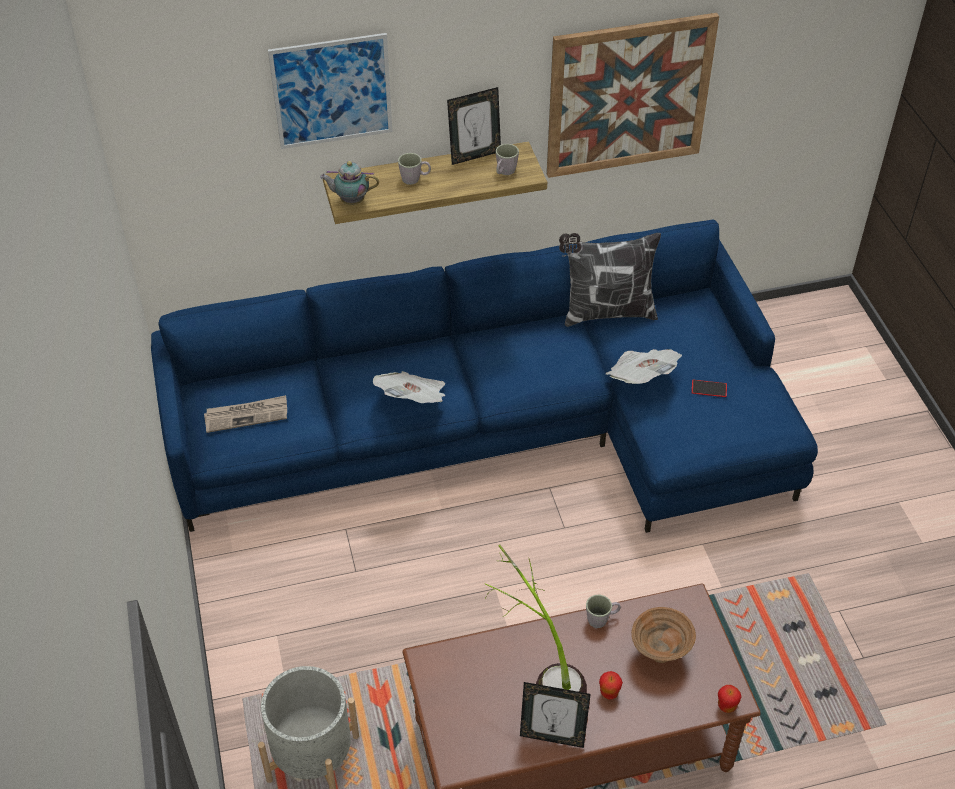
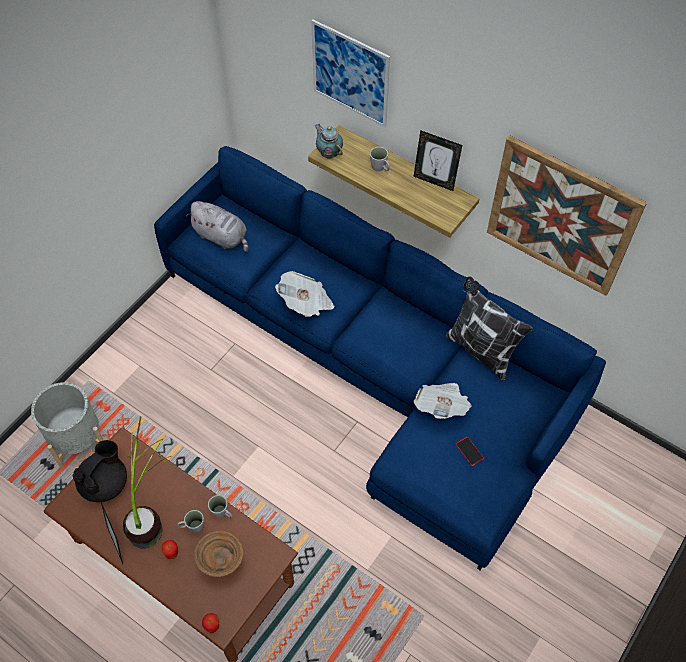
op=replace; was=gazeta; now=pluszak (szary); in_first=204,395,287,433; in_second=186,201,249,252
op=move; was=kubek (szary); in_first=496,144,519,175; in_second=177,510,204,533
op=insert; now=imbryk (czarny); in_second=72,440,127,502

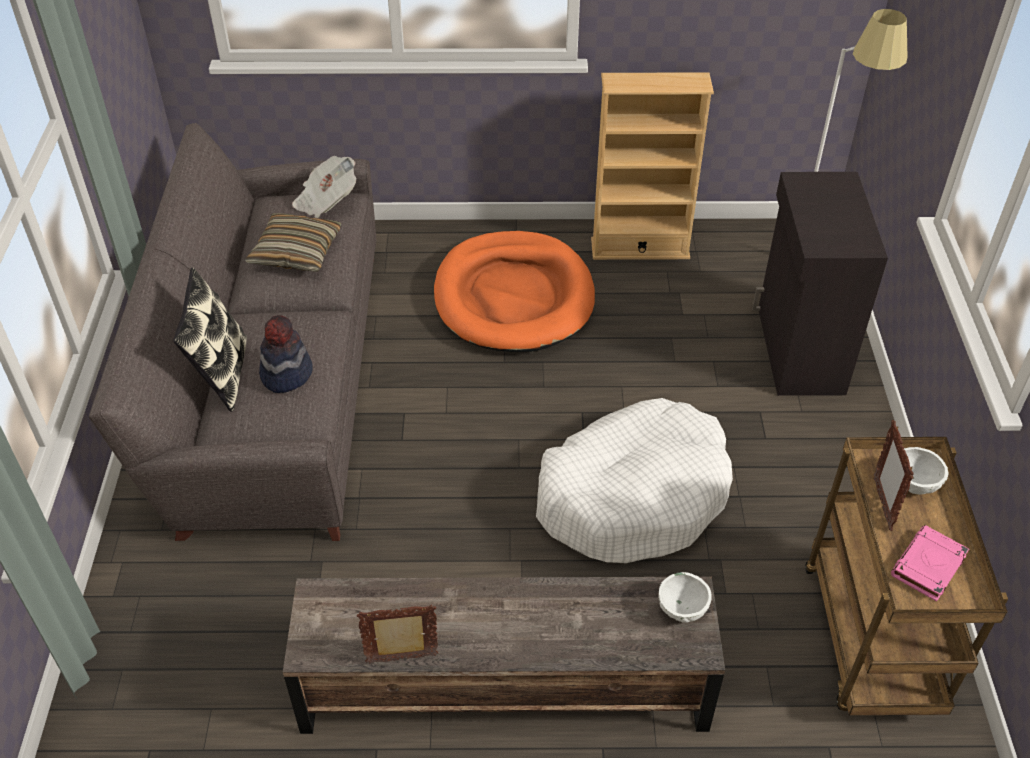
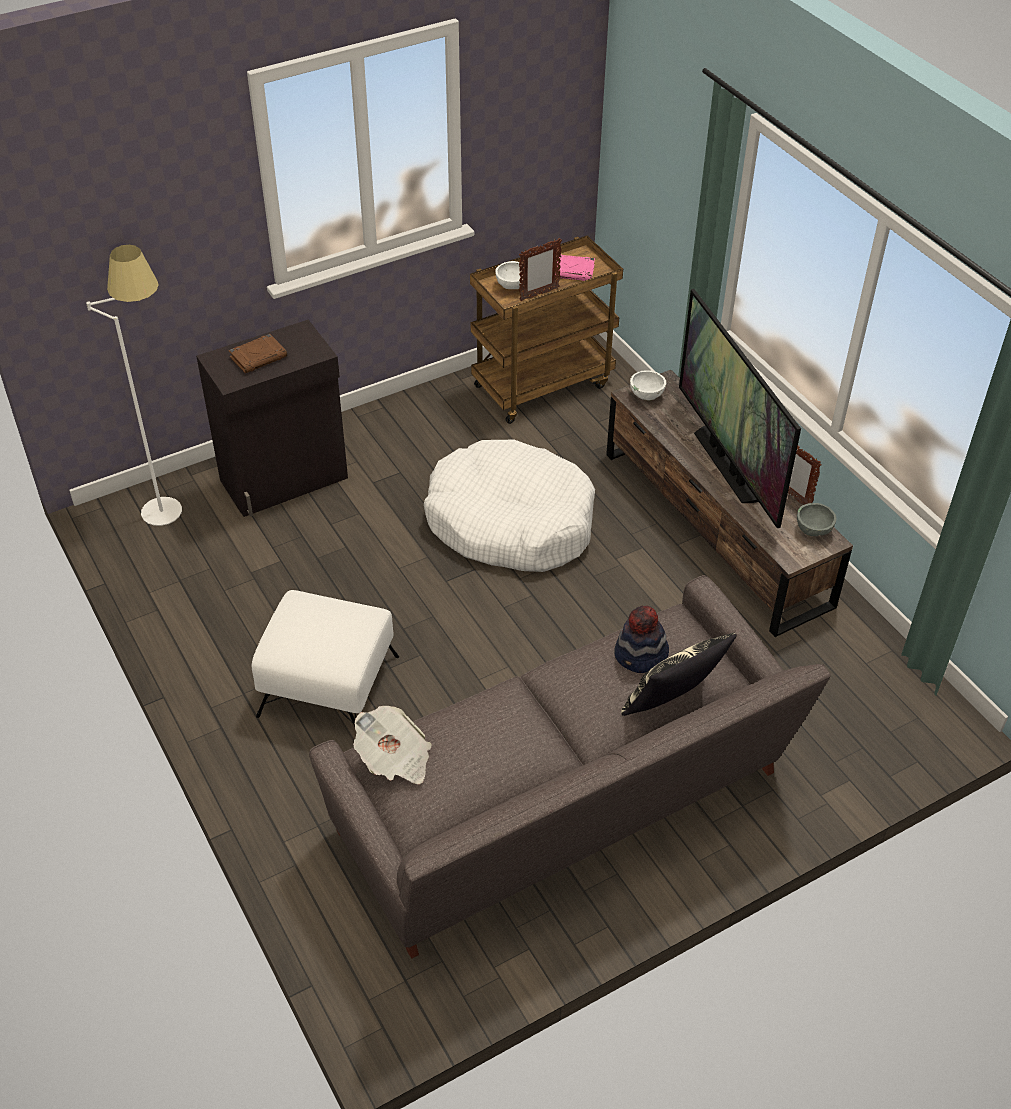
op=delete; was=poduszka; in_first=245,213,341,272
op=replace; was=legowisko (pomarańczowy); now=pufa (biały); in_first=434,231,595,352; in_second=252,590,399,726
op=delete; was=regał (beżowy); in_first=591,72,714,260
op=insert; now=książka (brązowy); in_second=229,334,287,374
op=insert; now=telewizor; in_second=679,289,801,528
op=insert; now=miska (szary); in_second=797,503,836,536

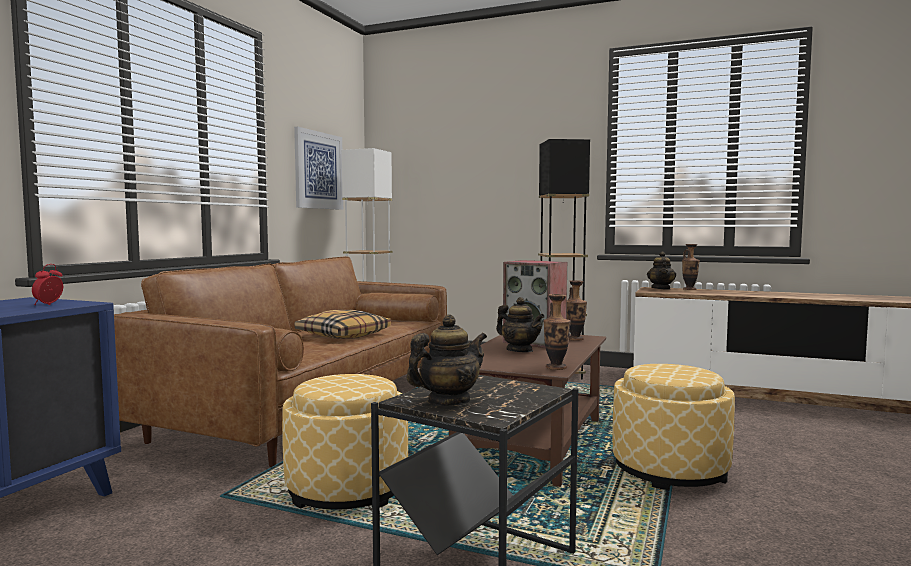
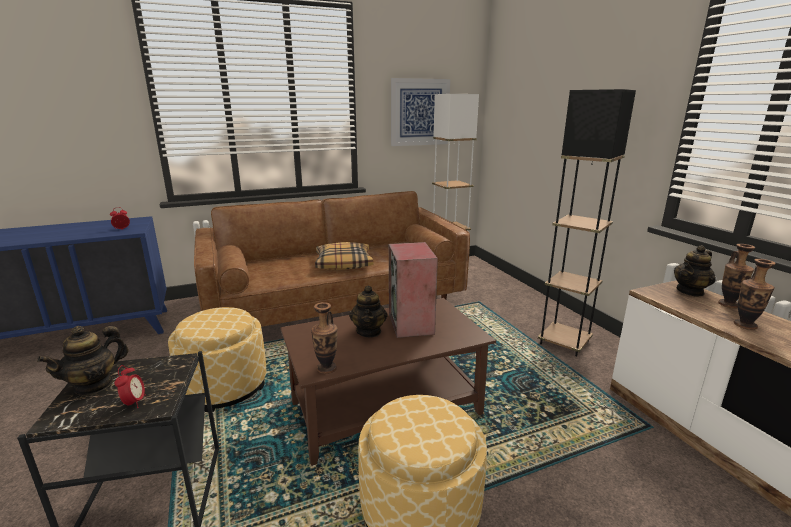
op=rotate; was=imbryk; in_first=407,314,487,405; in_second=37,326,129,396; clockwise=120
op=move; was=wazon; in_first=566,280,587,341; in_second=734,259,776,330
op=insert; now=budzik; in_second=115,365,145,408

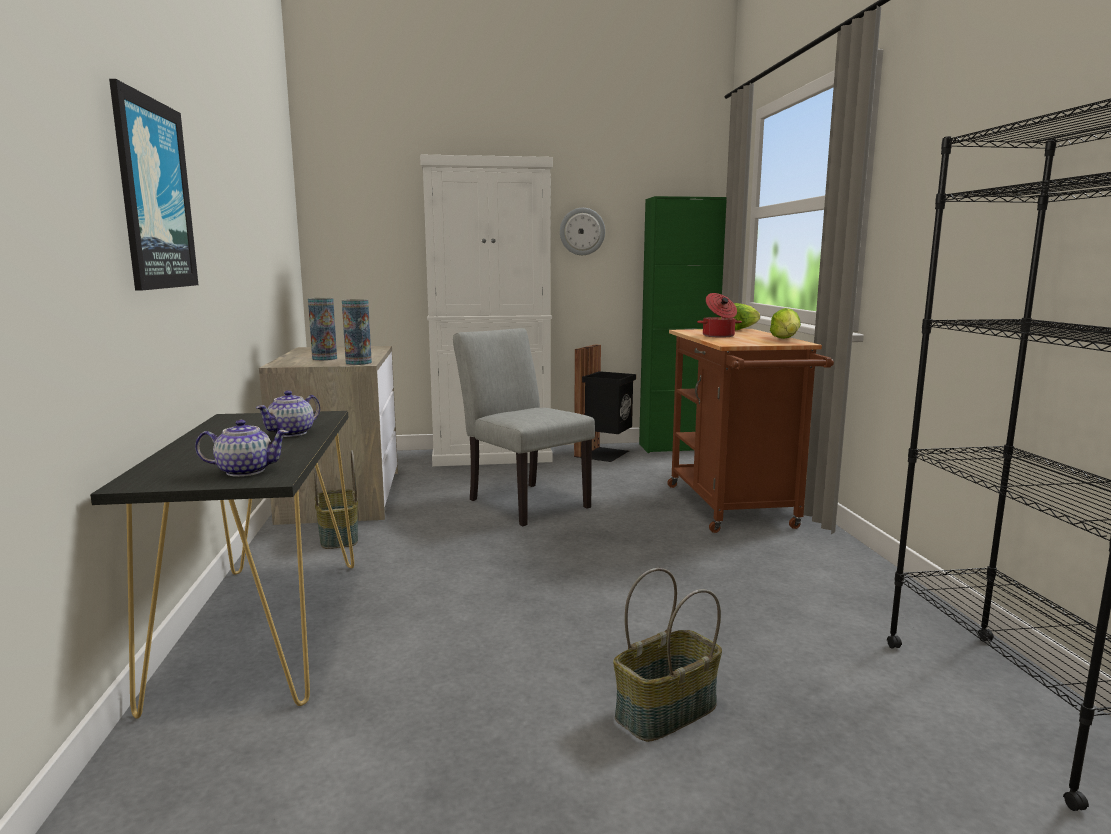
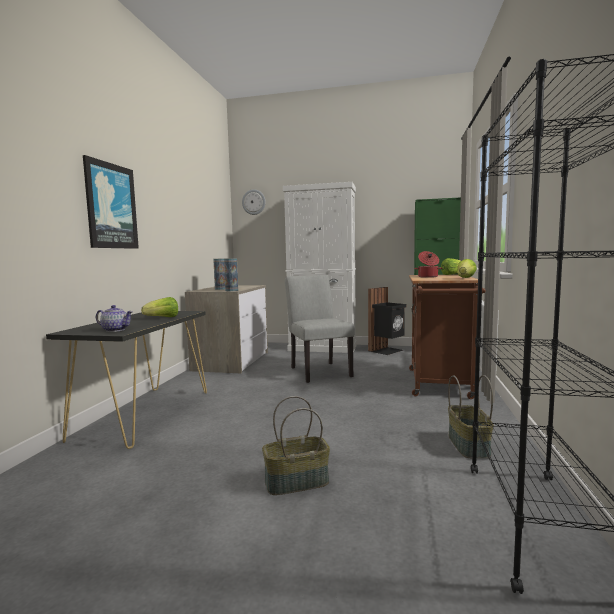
op=replace; was=imbryk; now=sałata; in_first=256,390,320,437; in_second=141,297,178,317
op=move; was=koszyk; in_first=313,450,358,549; in_second=448,375,494,458
op=move; was=zegar ścienny; in_first=560,208,605,255; in_second=242,189,266,215

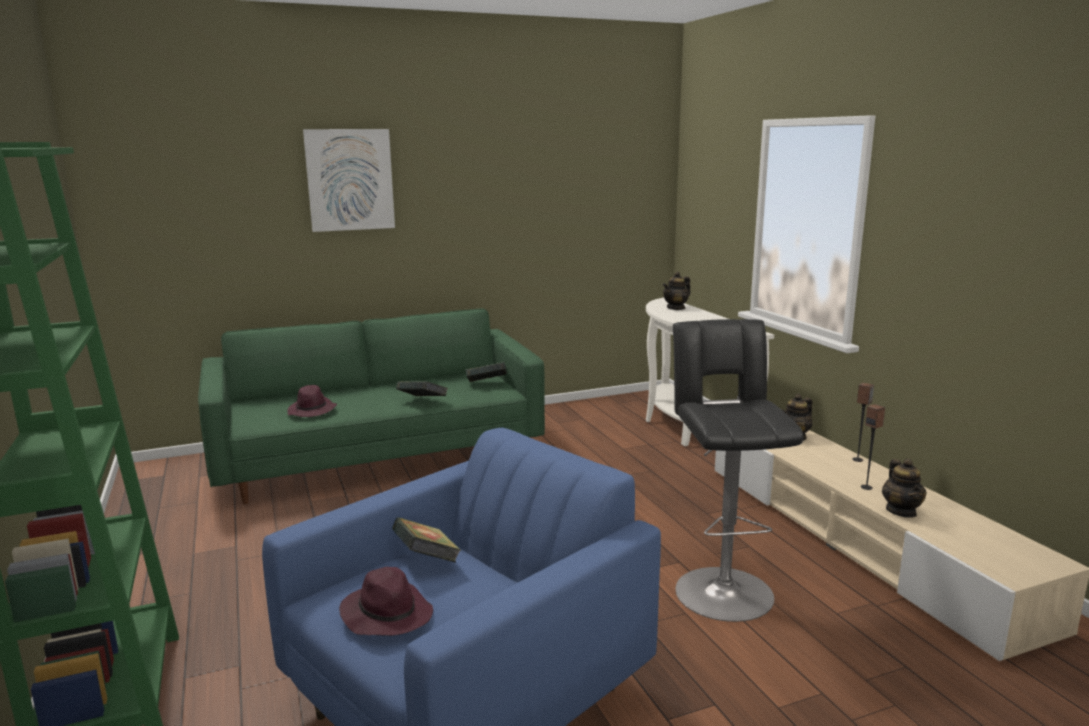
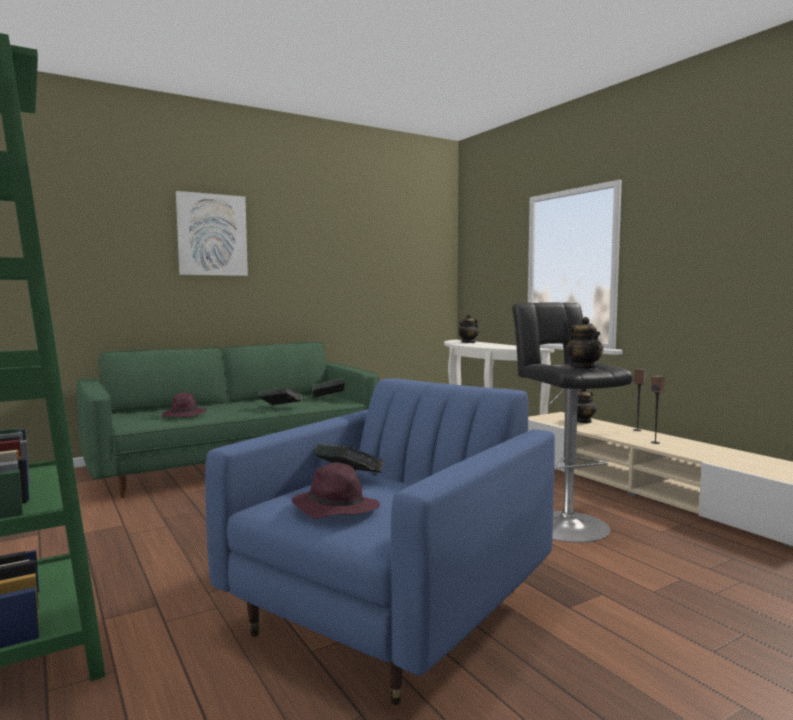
op=move; was=imbryk; in_first=882,458,927,518; in_second=566,317,603,369

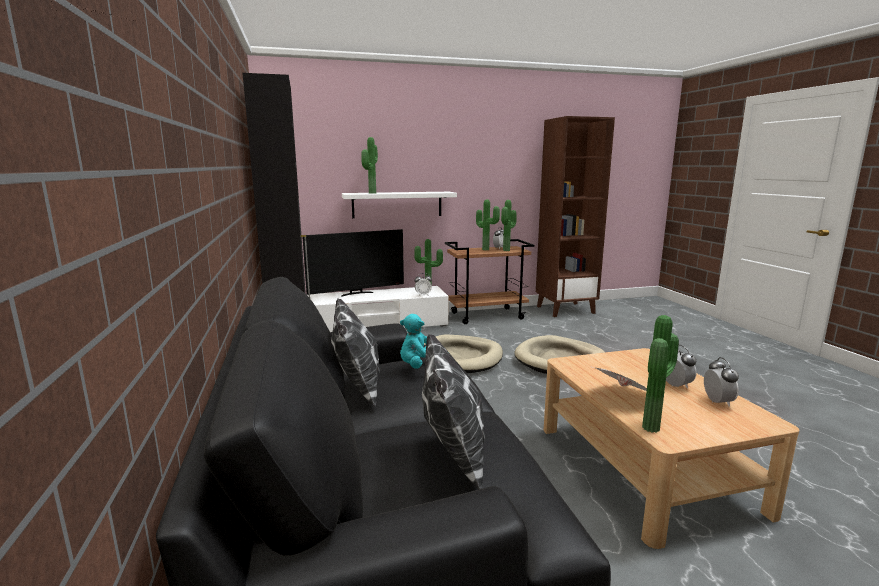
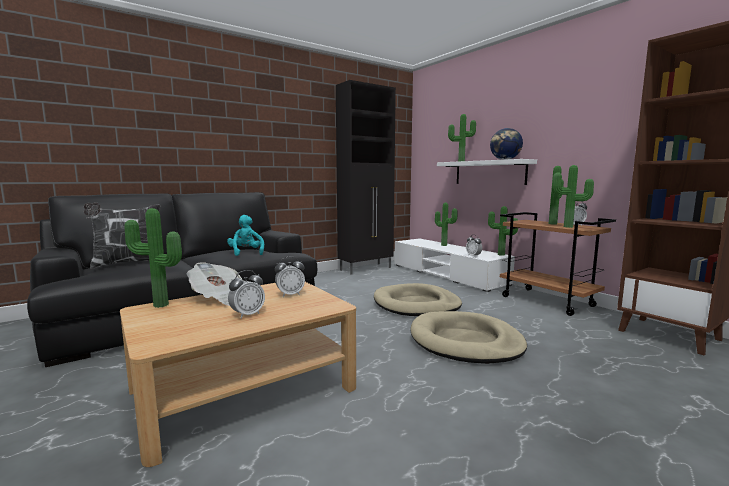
op=replace; was=telewizor; now=roślina doniczkowa; in_first=303,229,404,297; in_second=435,203,457,246
op=delete; was=poduszka; in_first=331,299,380,408
op=move; was=budzik; in_first=704,357,739,407; in_second=275,257,305,297
op=insert; now=globus; in_second=490,128,523,160

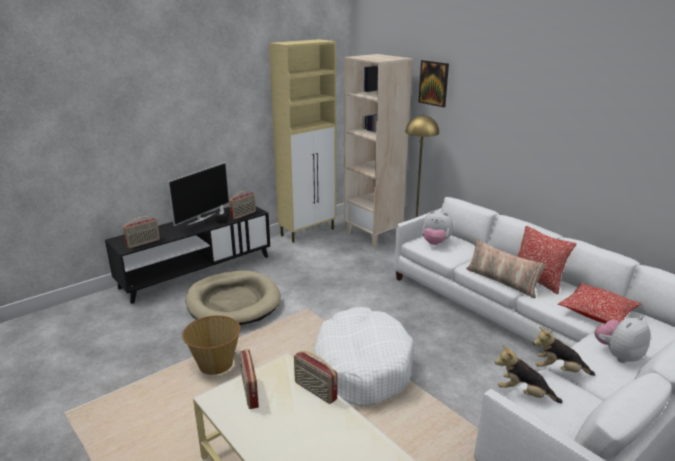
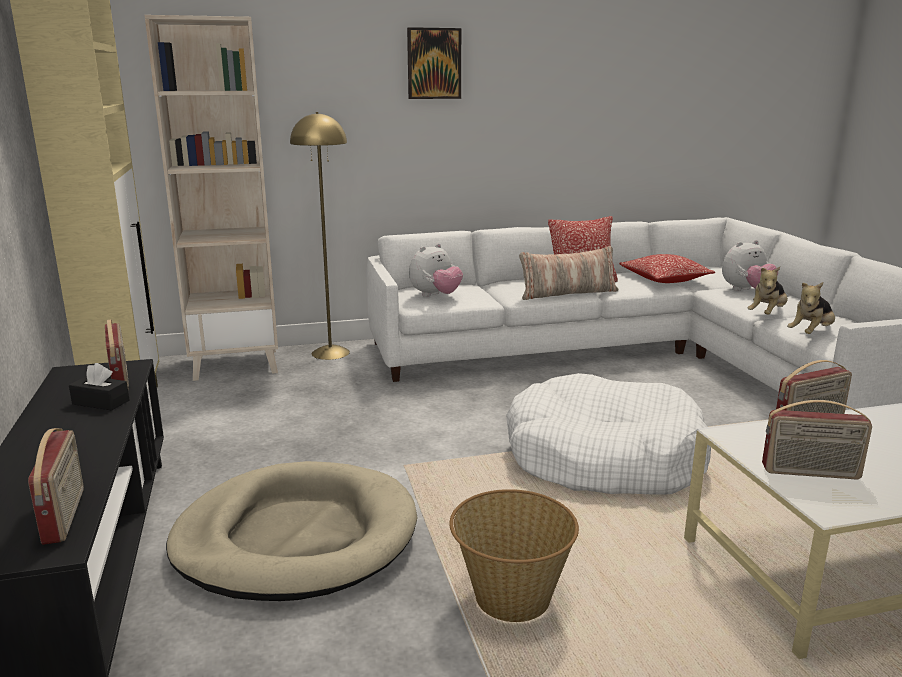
op=delete; was=telewizor; in_first=168,162,229,226
op=move; was=obraz; in_first=419,60,449,107; in_second=407,27,461,99
op=rotate; was=pluszak; in_first=595,316,651,363; in_second=722,240,778,291; clockwise=-105

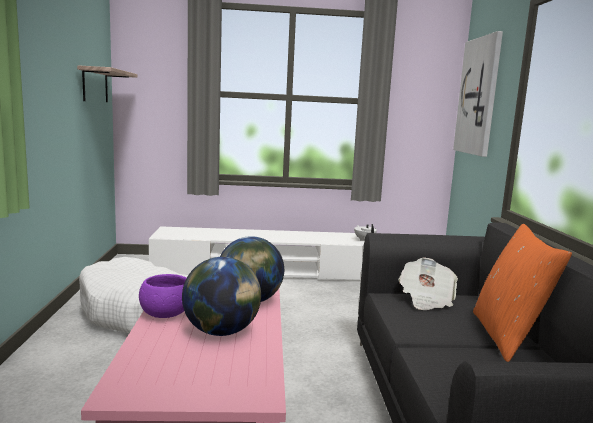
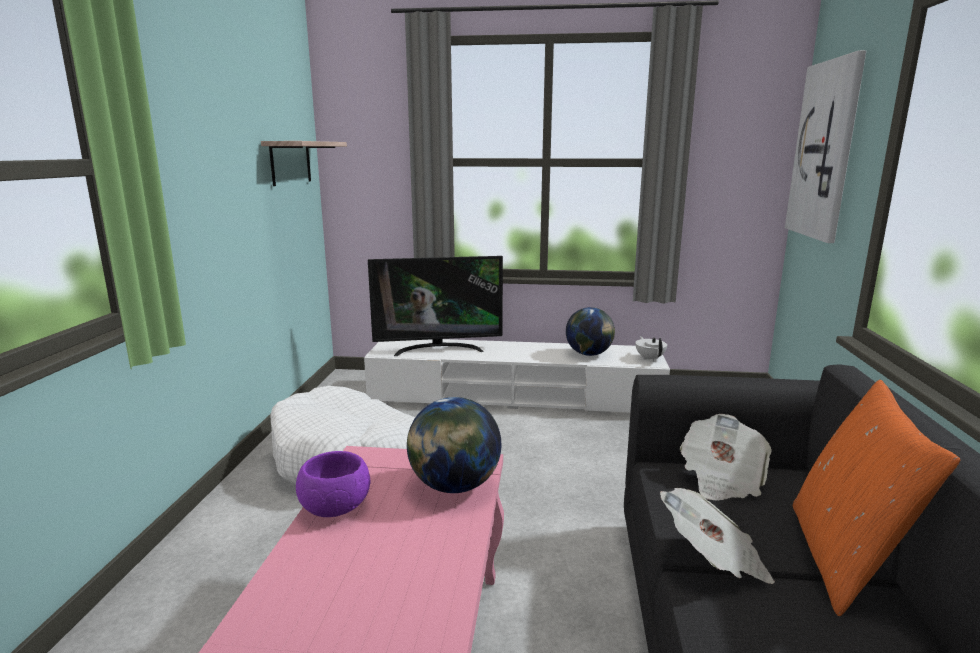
op=move; was=globus; in_first=182,257,261,336; in_second=566,307,615,356
op=insert; now=telewizor; in_second=368,256,503,356
op=insert; now=gazeta; in_second=660,488,775,584

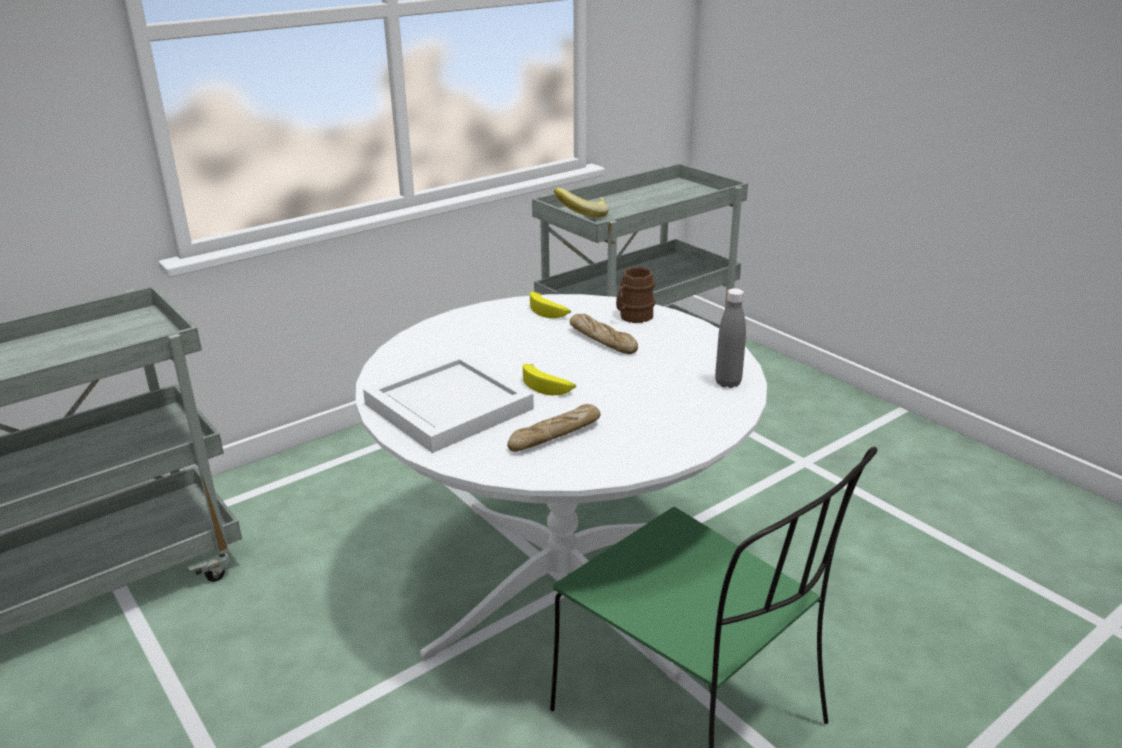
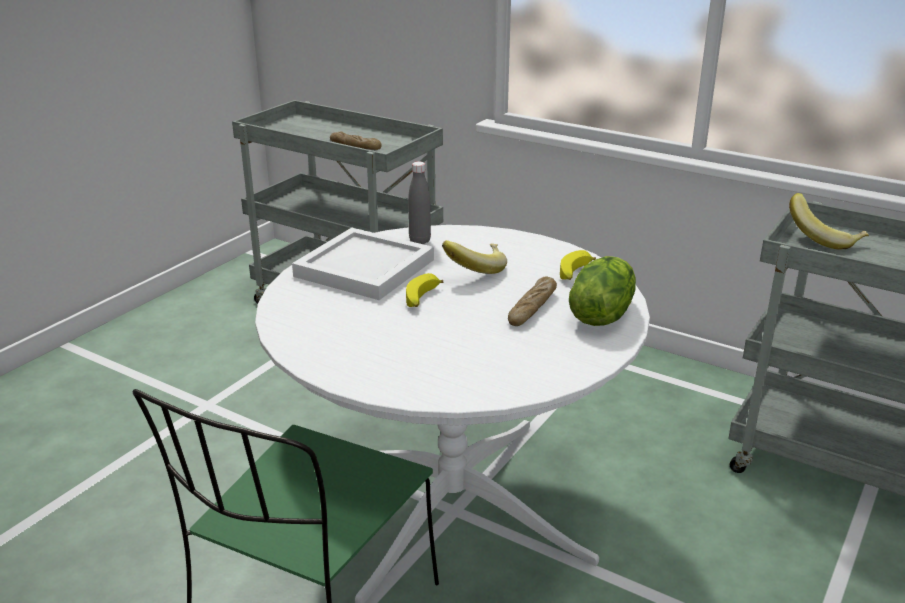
op=move; was=chleb; in_first=507,404,601,452; in_second=330,131,382,150
op=replace; was=kubek (brązowy); now=sałata; in_first=616,267,655,323; in_second=569,256,636,326
op=move; was=butelka (szary); in_first=715,288,746,388; in_second=408,162,431,244
op=insert; now=banan; in_second=442,240,507,274

